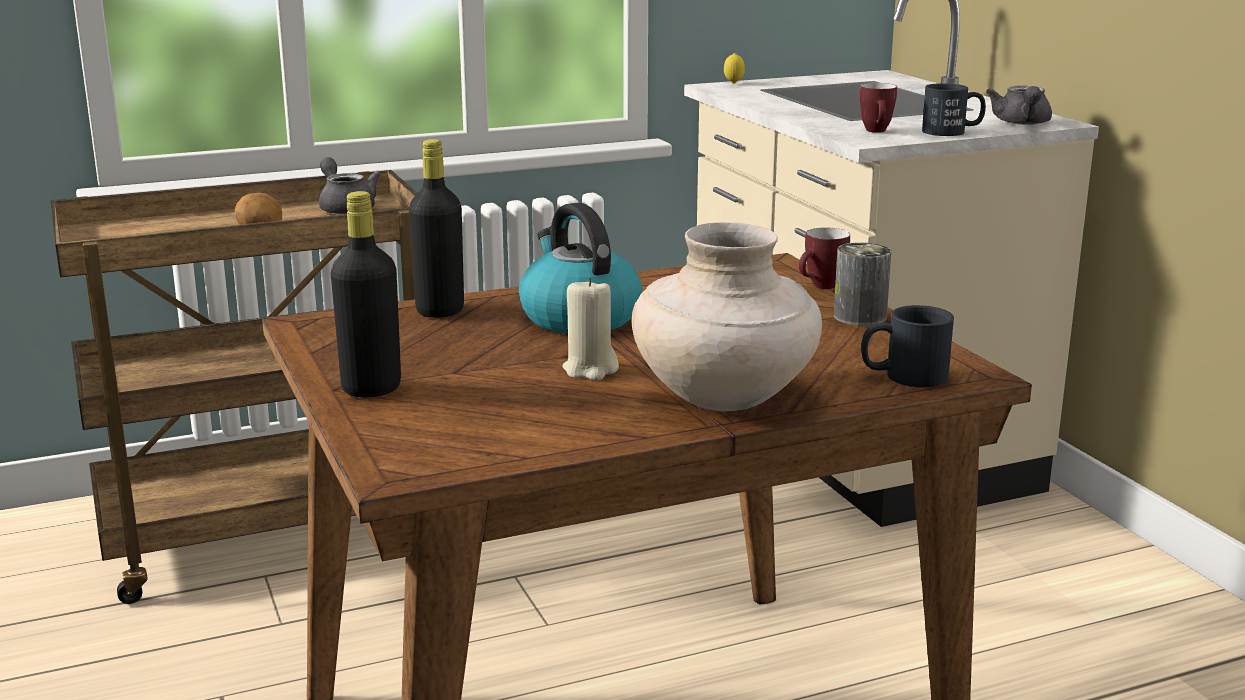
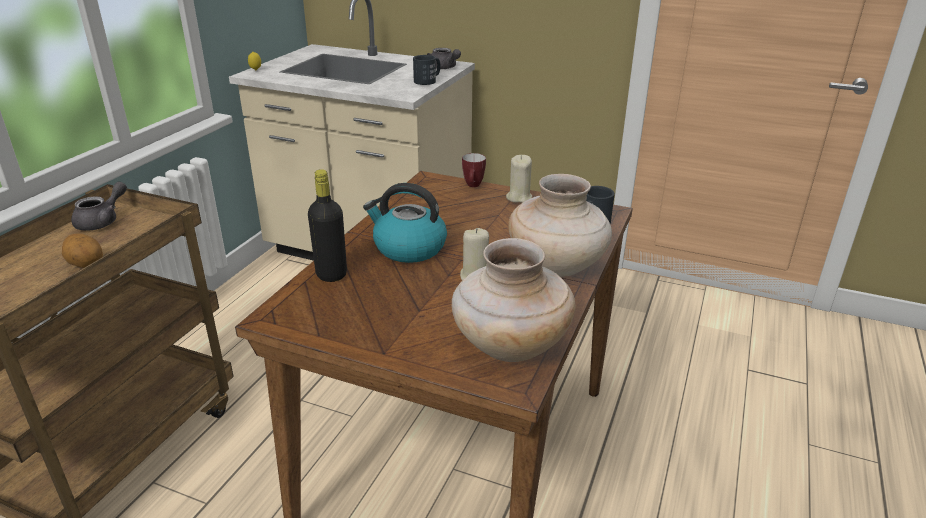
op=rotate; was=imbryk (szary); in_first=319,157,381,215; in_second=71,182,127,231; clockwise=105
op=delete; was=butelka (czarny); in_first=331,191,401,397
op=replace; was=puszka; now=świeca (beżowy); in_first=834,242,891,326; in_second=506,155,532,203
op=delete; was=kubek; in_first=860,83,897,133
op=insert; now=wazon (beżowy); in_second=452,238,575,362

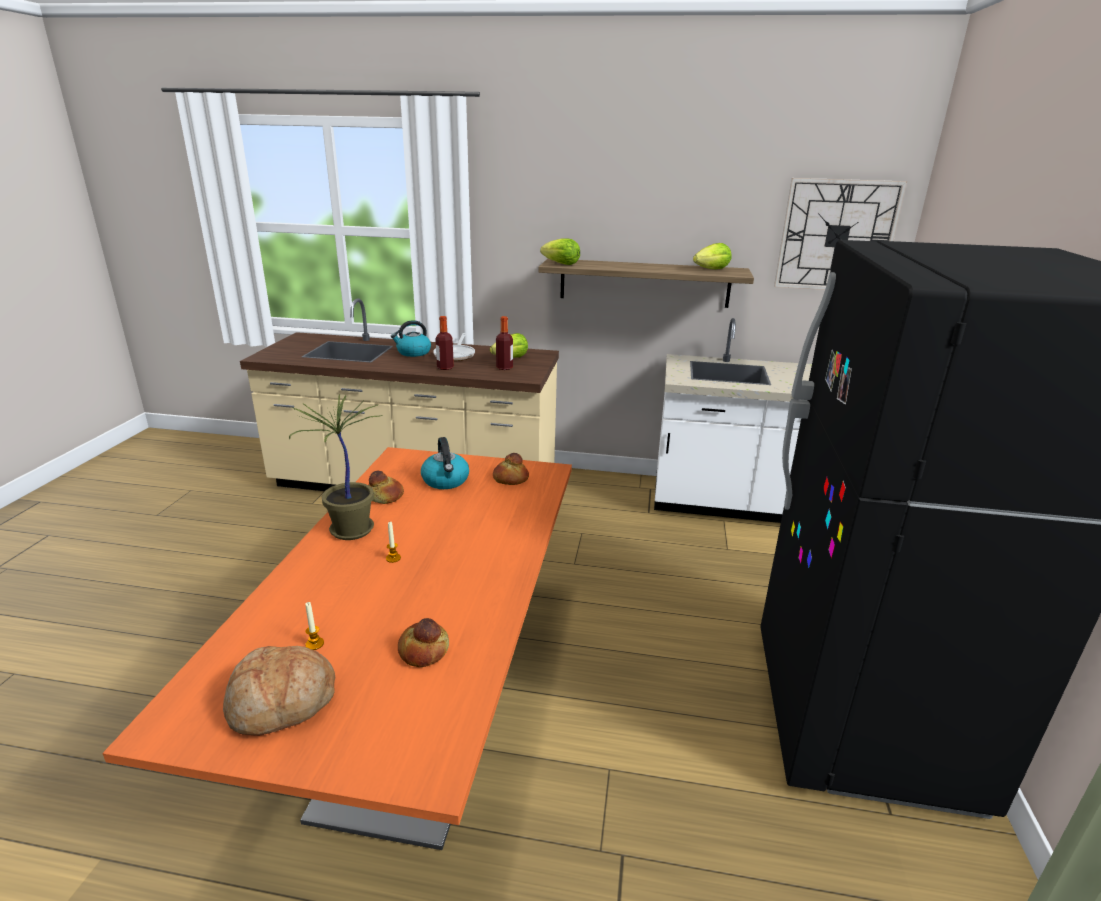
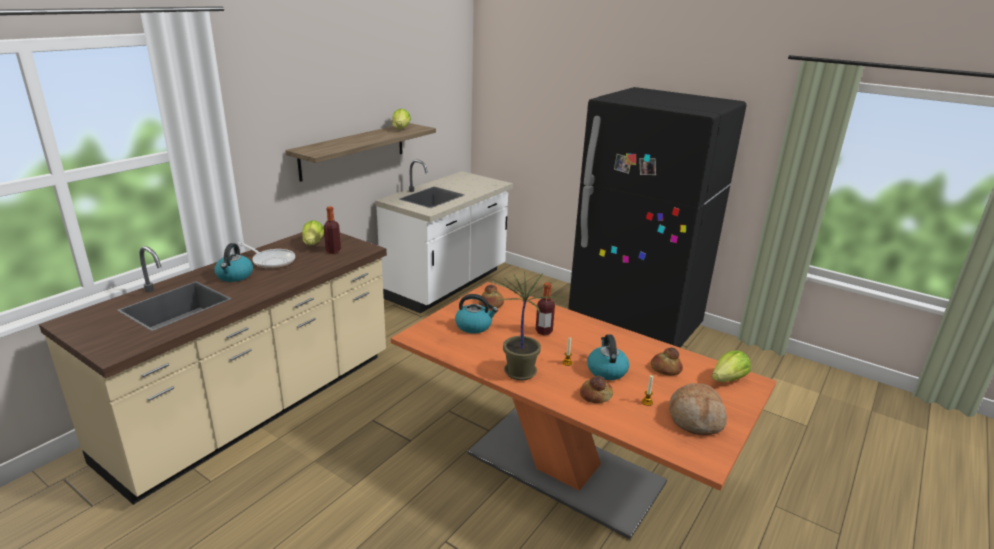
op=move; was=chleb; in_first=368,471,404,504; in_second=580,375,613,403
op=move; was=butelka; in_first=435,316,454,370; in_second=536,282,555,335
op=move; was=sałata; in_first=540,238,580,265; in_second=712,351,751,382
op=delete; was=zegar ścienny; in_first=774,178,907,290
op=insert; now=czajnik; in_second=587,334,629,380

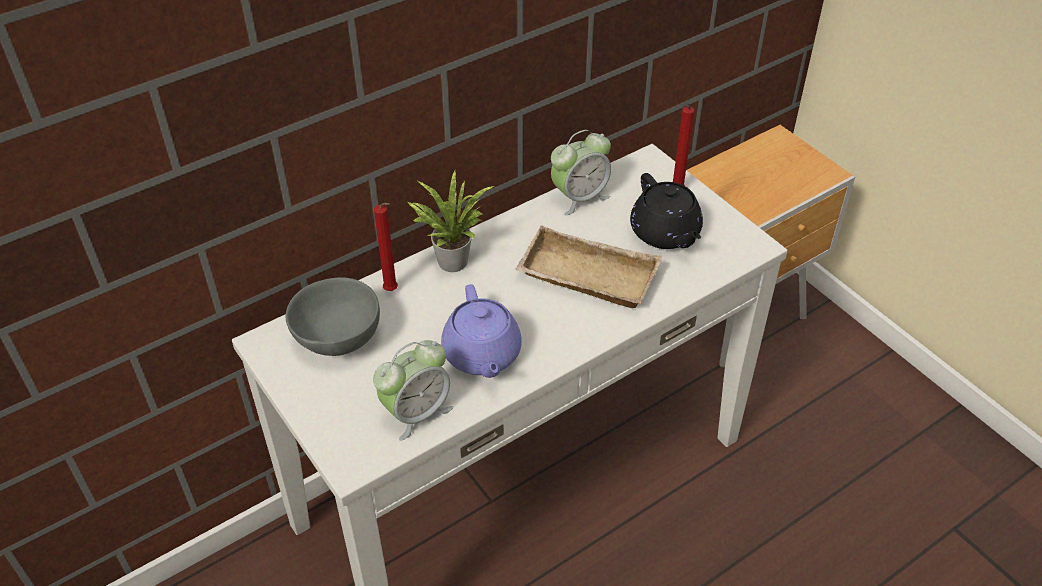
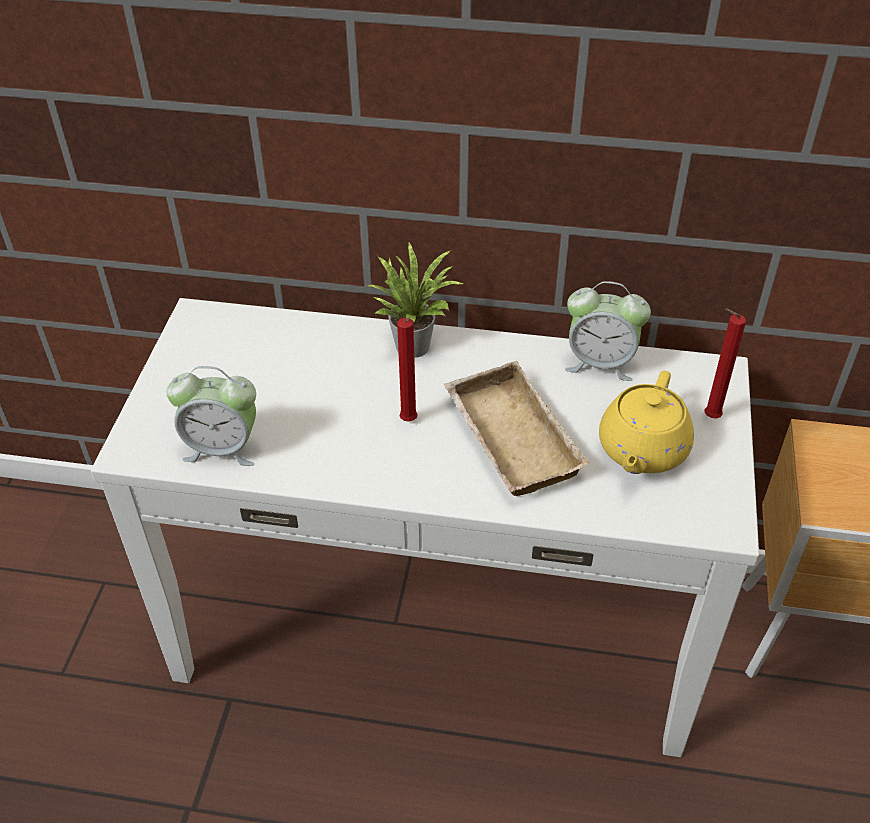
op=delete; was=miska (szary); in_first=286,277,380,356
op=move; was=świeca (czerwony); in_first=374,203,398,291; in_second=397,317,418,422
op=delete; was=imbryk (fioletowy); in_first=441,284,522,378
op=recolor; was=imbryk (czarny); now=imbryk (żółty); in_first=630,173,703,249; in_second=599,371,694,474

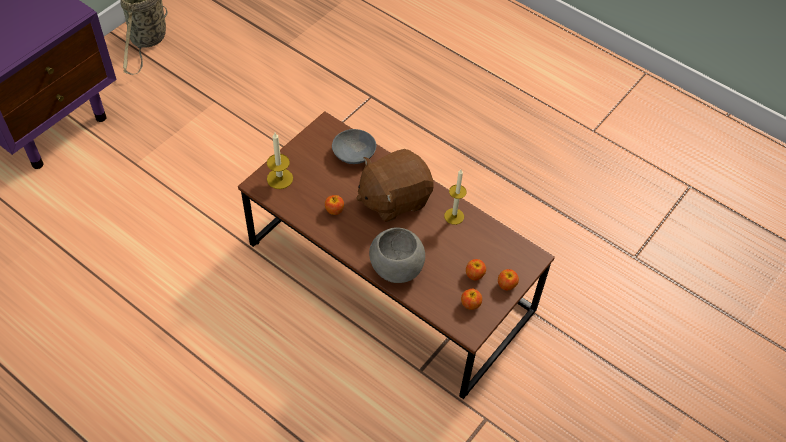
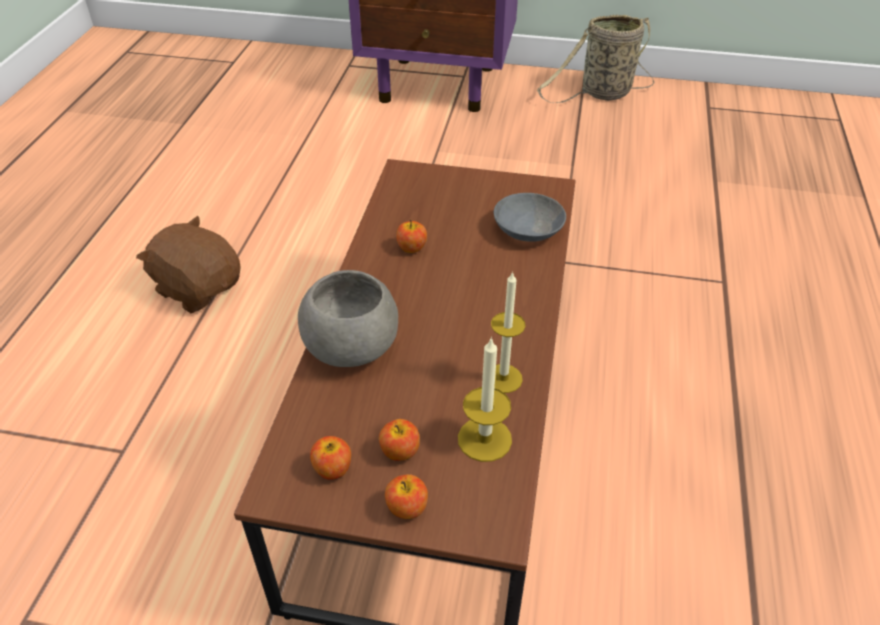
op=move; was=świeca; in_first=267,133,293,189; in_second=458,337,512,462
op=move; was=pluszak (brązowy); in_first=357,149,434,222; in_second=136,216,241,313

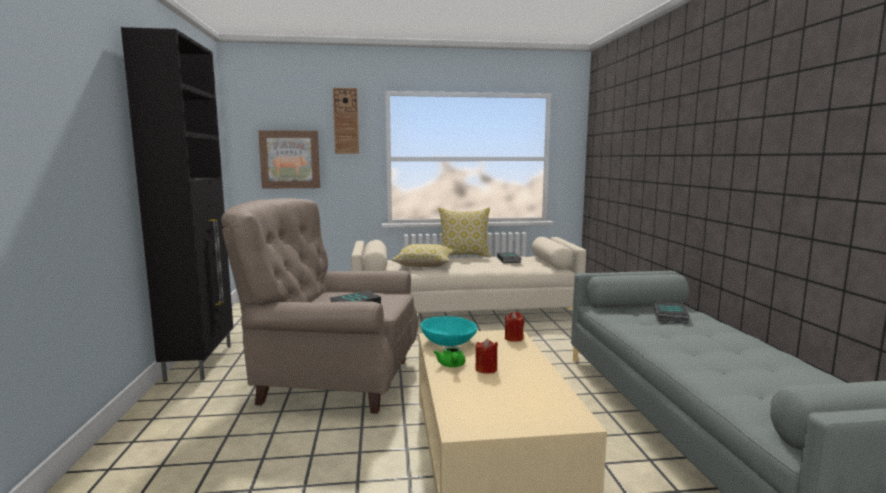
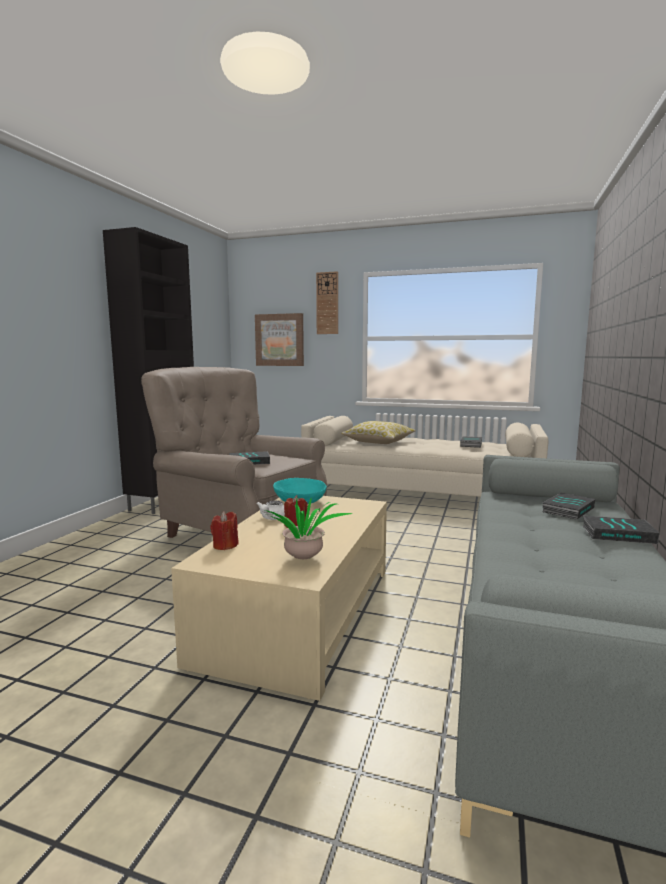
op=recolor; was=imbryk (zielony); now=imbryk (biały); in_first=434,346,465,367; in_second=256,500,285,520
op=delete; was=poduszka; in_first=438,207,491,257
op=move; was=świeca (czerwony); in_first=505,312,524,342; in_second=210,512,239,550
op=insert; now=roślina doniczkowa; in_second=265,498,353,559
op=insert; now=książka; in_second=582,516,660,544

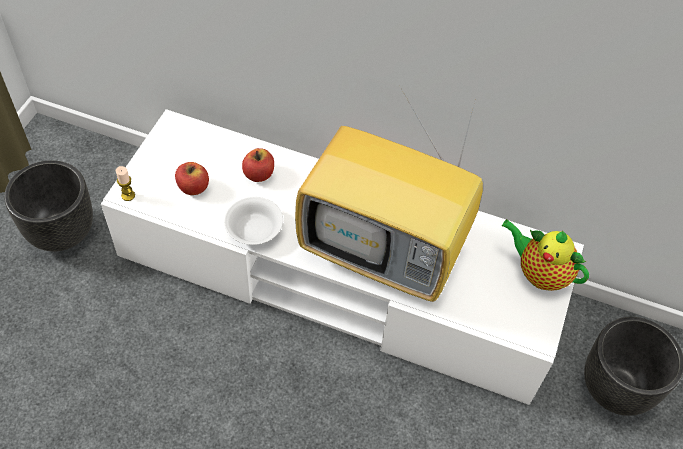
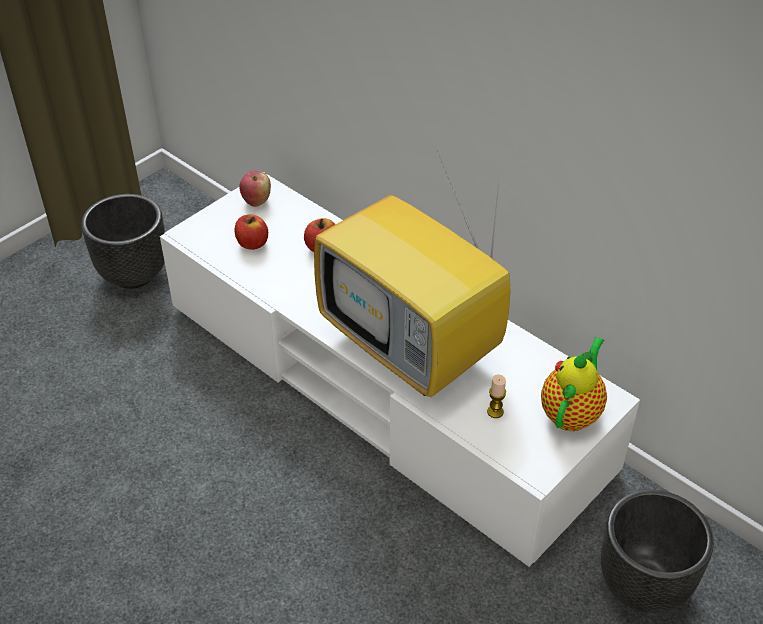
op=move; was=świeca; in_first=116,166,135,201; in_second=487,375,506,418
op=delete; was=miska (biały); in_first=224,197,283,245
op=rotate; was=imbryk; in_first=501,219,589,291; in_second=541,337,607,431; clockwise=60
op=insert; now=jabłko; in_second=239,171,271,207

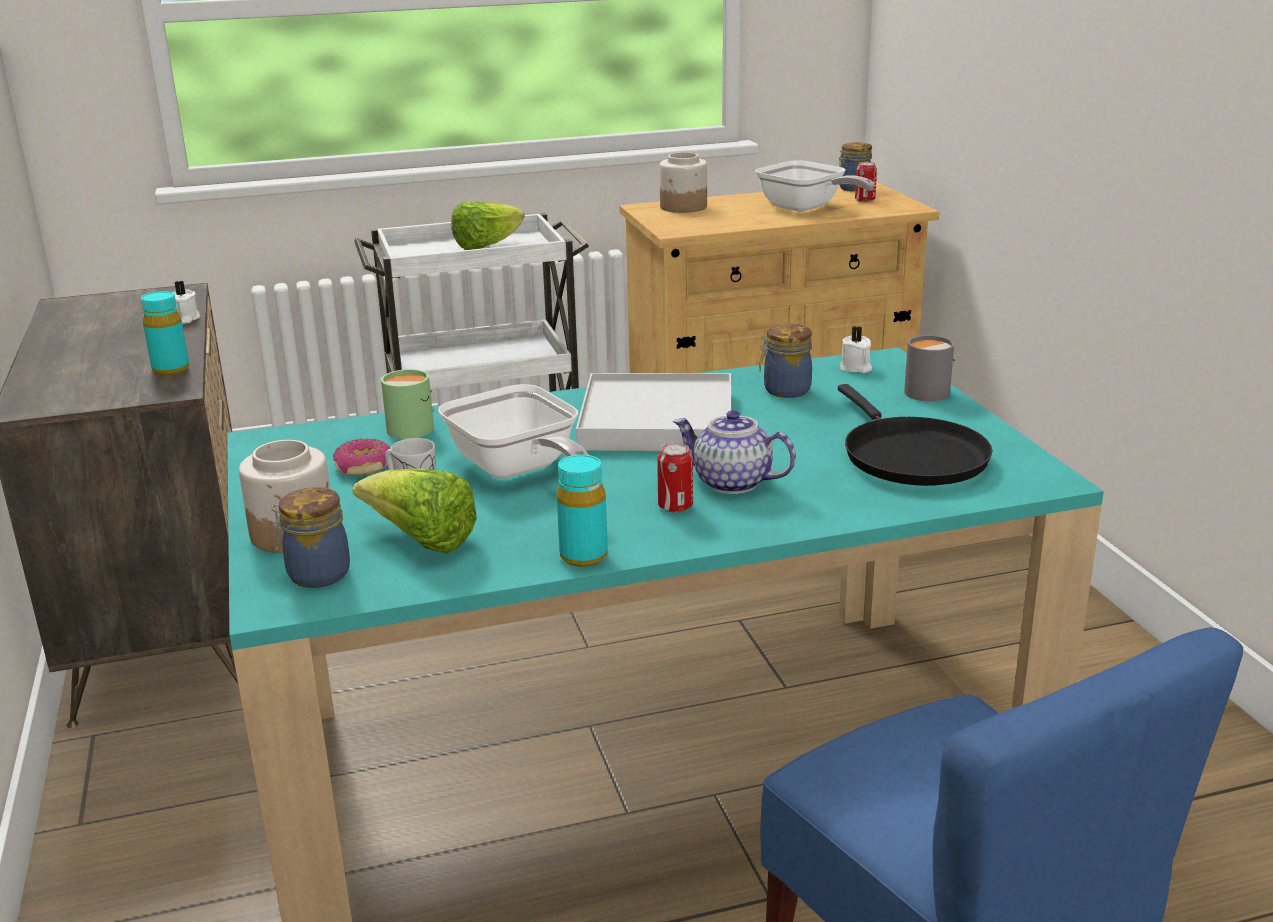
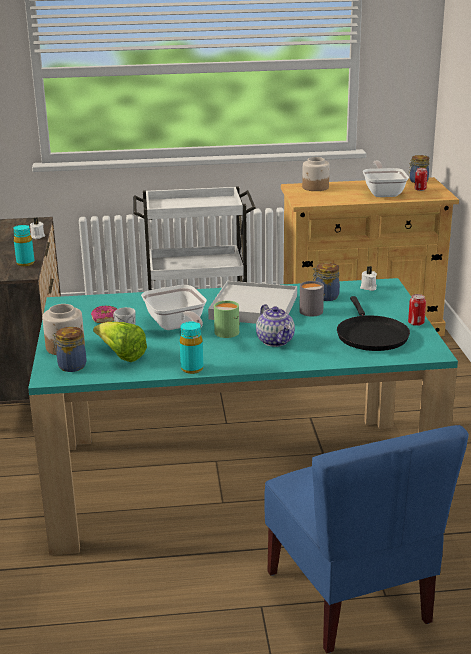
op=move; was=kubek (zielony); in_first=381,369,434,439; in_second=214,301,240,338
op=delete; was=sałata; in_first=451,201,525,250
op=move; was=puszka; in_first=658,443,693,513; in_second=408,294,426,326
op=rotate; was=imbryk; in_first=673,410,796,494; in_second=256,304,295,347; clockwise=-150
op=rotate; was=patelnia; in_first=755,160,875,212; in_second=363,161,409,197; clockwise=-150
op=move; was=kubek (szary); in_first=904,335,955,402; in_second=299,281,325,316

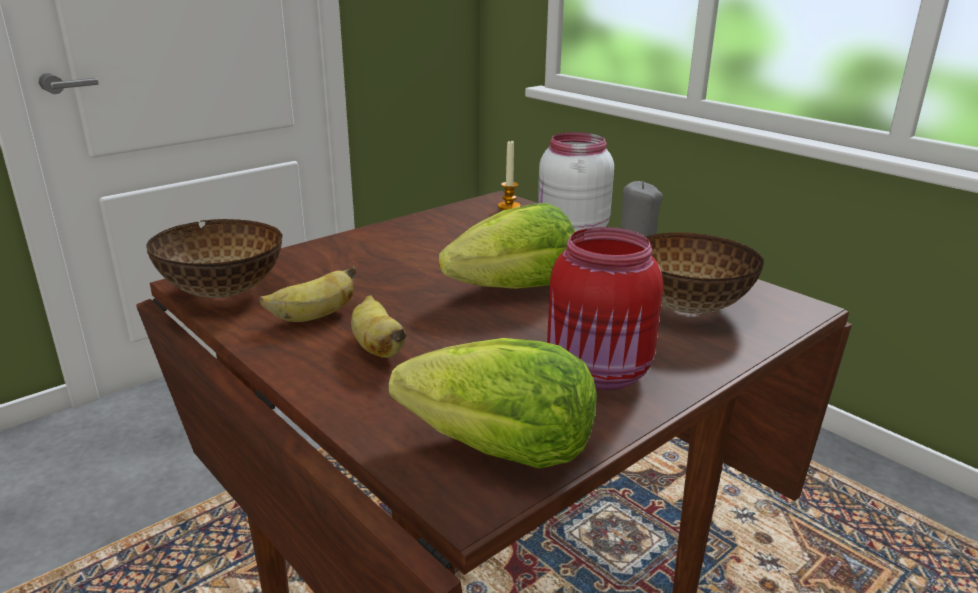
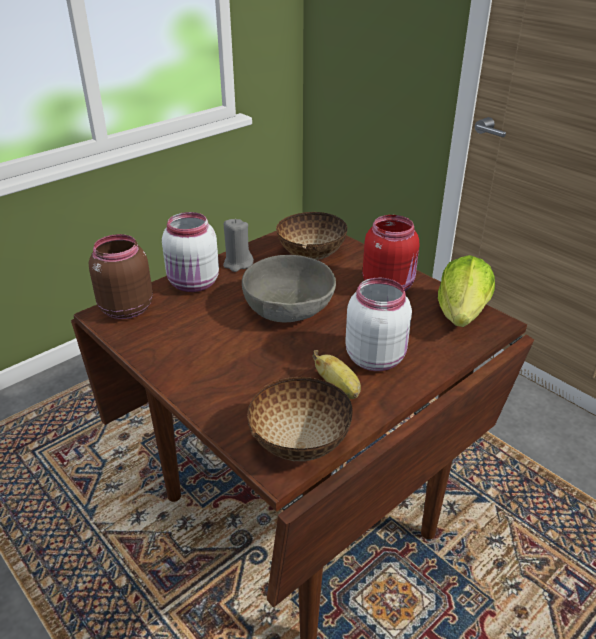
op=replace; was=banan; now=słoik (biały); in_first=351,295,407,358; in_second=345,278,412,371
op=replace; was=sałata; now=miska (szary); in_first=439,203,575,289; in_second=242,255,336,322
op=replace; was=świeca; now=słoik (brązowy); in_first=498,139,521,210; in_second=89,234,153,319

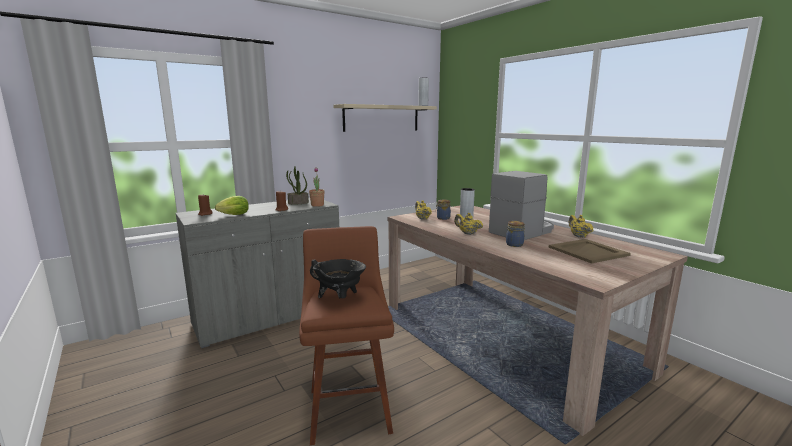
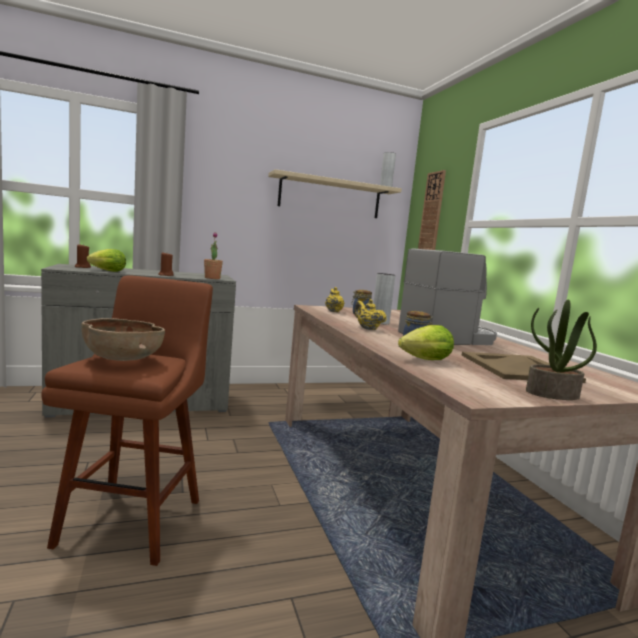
op=move; was=roślina doniczkowa; in_first=286,166,309,204; in_second=526,300,597,400
op=replace; was=garnek (czarny); now=miska (brązowy); in_first=310,259,366,299; in_second=81,318,165,361
op=delete; was=imbryk (żółty); in_first=568,215,593,237
op=insert; now=sałata; in_second=398,325,454,360
op=insert; now=zegar ścienny; in_second=418,170,446,250

